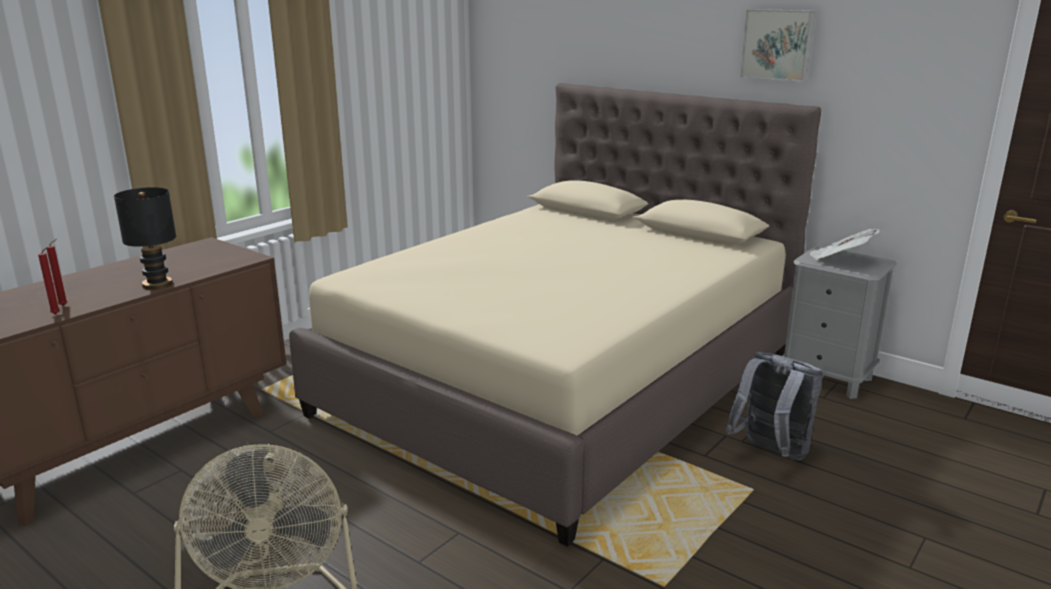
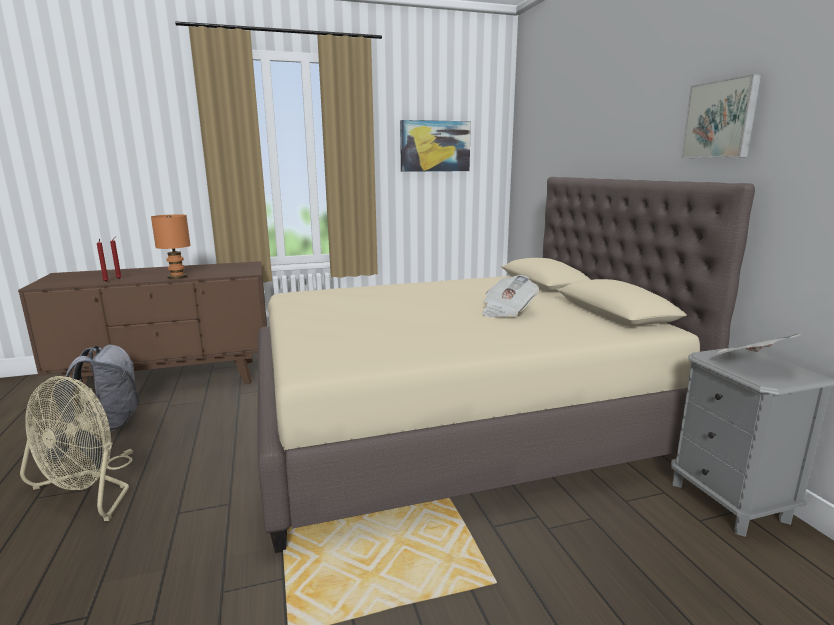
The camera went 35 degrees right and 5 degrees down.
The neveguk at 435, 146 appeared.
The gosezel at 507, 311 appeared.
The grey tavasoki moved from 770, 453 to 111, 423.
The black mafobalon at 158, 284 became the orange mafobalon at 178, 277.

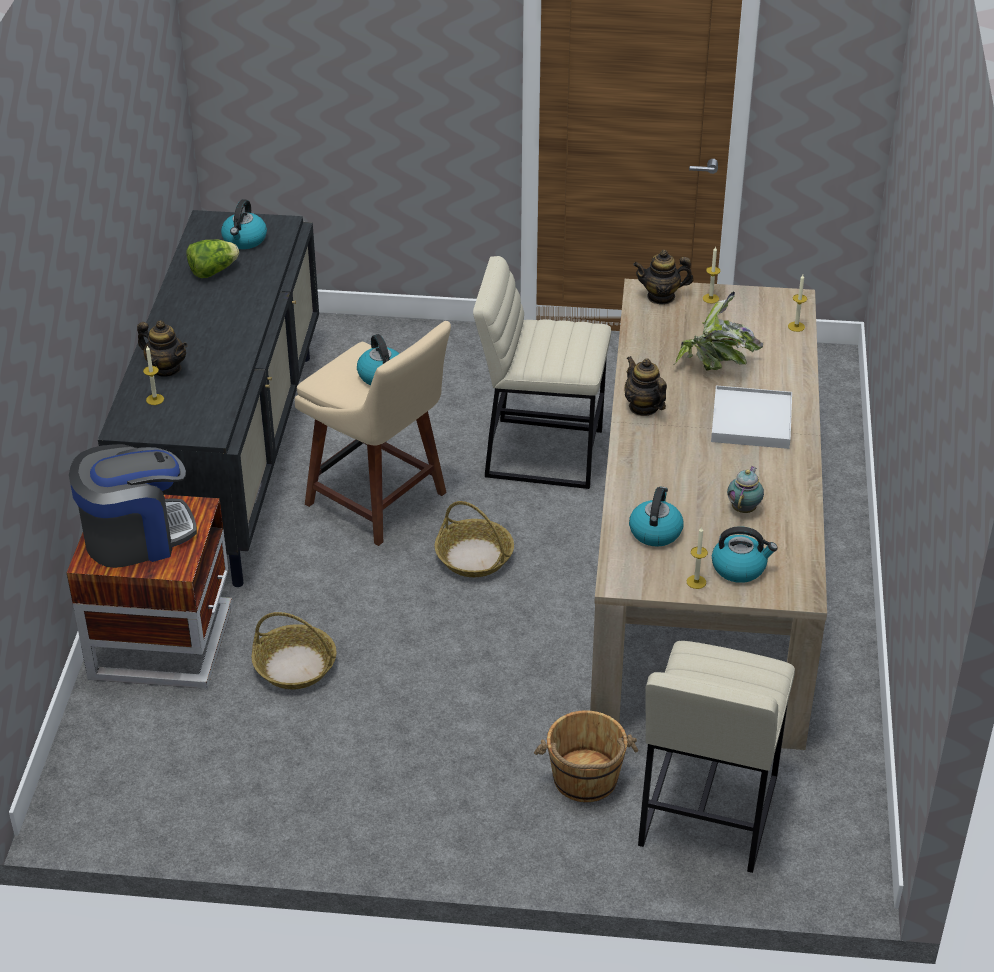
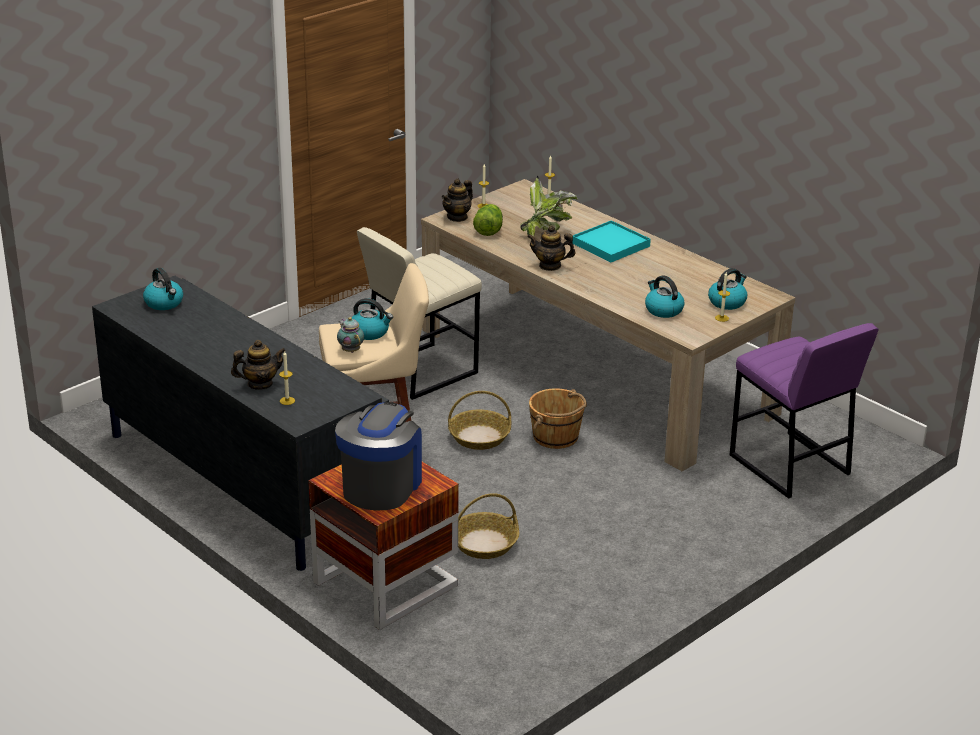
The camera went 50 degrees left and 10 degrees down.
The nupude moved from 213, 271 to 488, 230.
The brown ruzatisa moved from 585, 779 to 556, 437.
The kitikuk moved from 744, 508 to 350, 350.
The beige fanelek at 707, 814 became the purple fanelek at 791, 466.
The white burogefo at 751, 421 became the turquoise burogefo at 611, 245.

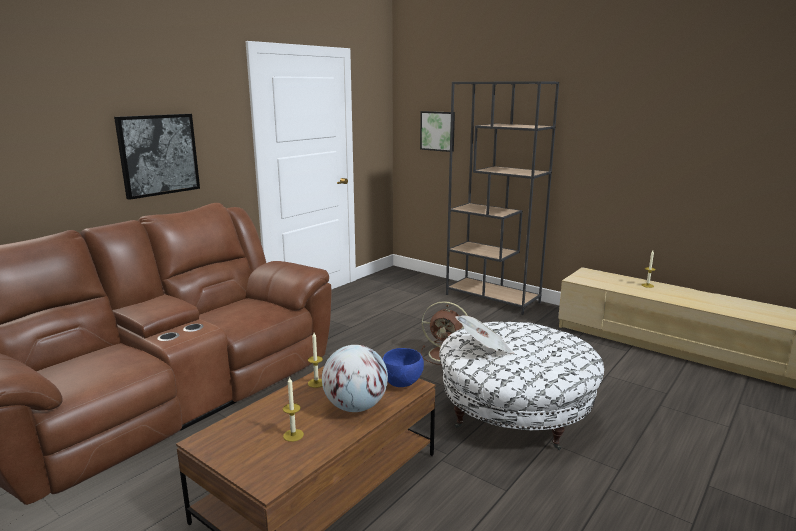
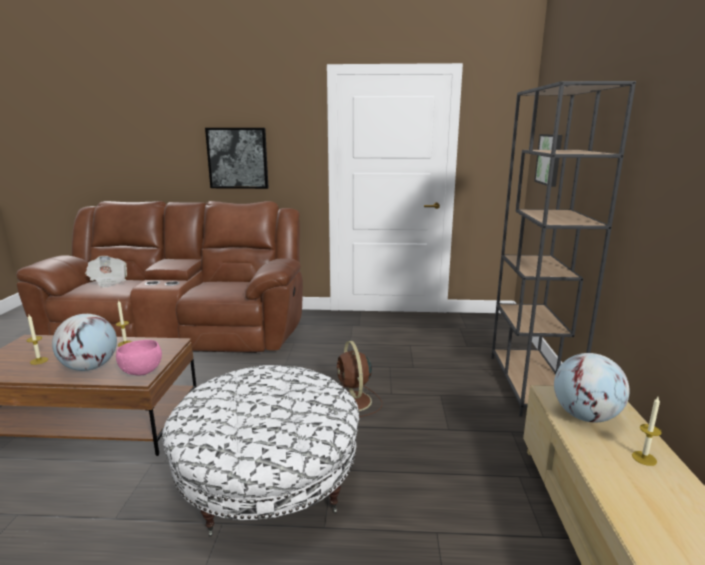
The camera went 55 degrees right and 0 degrees up.
The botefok at 585, 416 appeared.
The gosezel moved from 484, 348 to 108, 281.
The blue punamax at 402, 383 became the pink punamax at 142, 372.

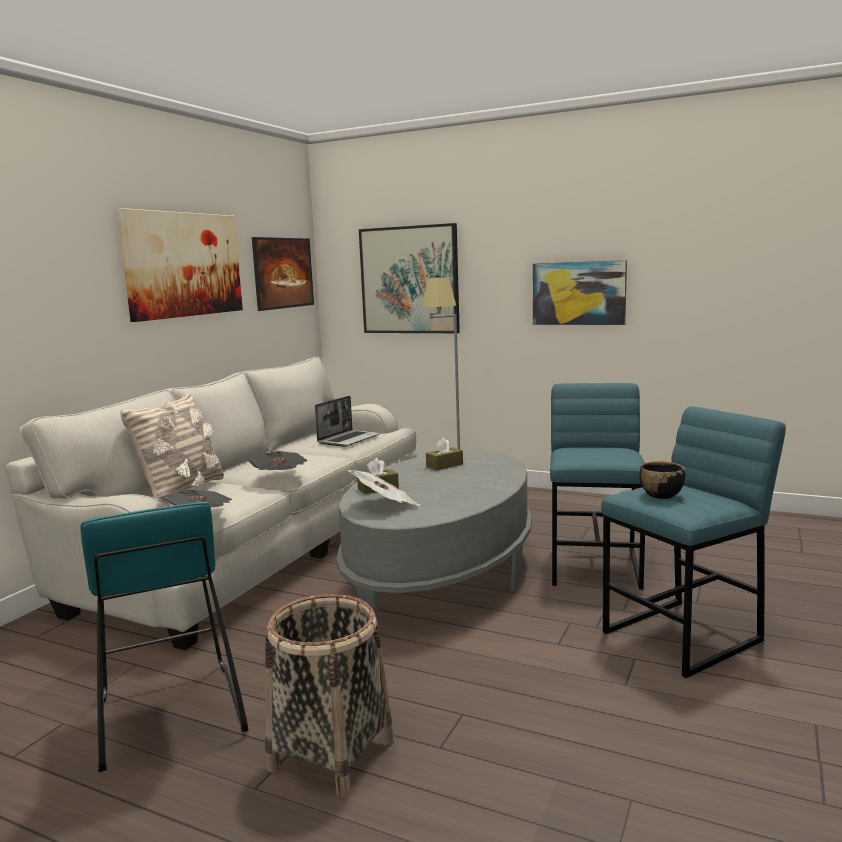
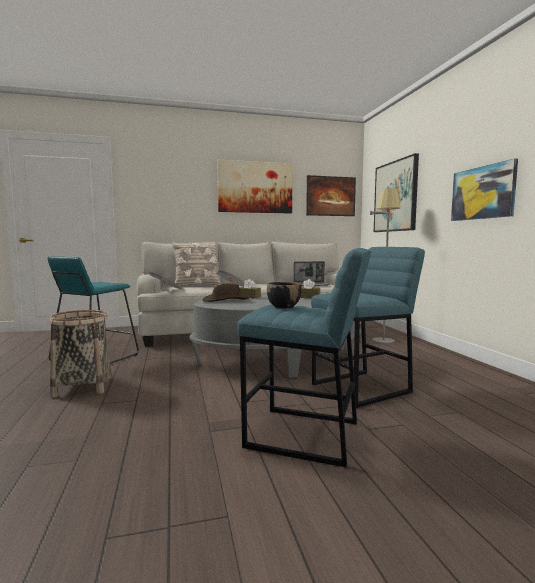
The camera went 50 degrees right and 5 degrees down.
The gosezel at 386, 505 was replaced by the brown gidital at 226, 300.

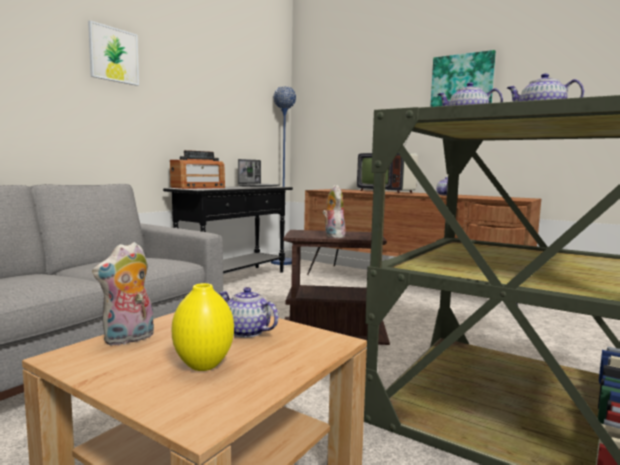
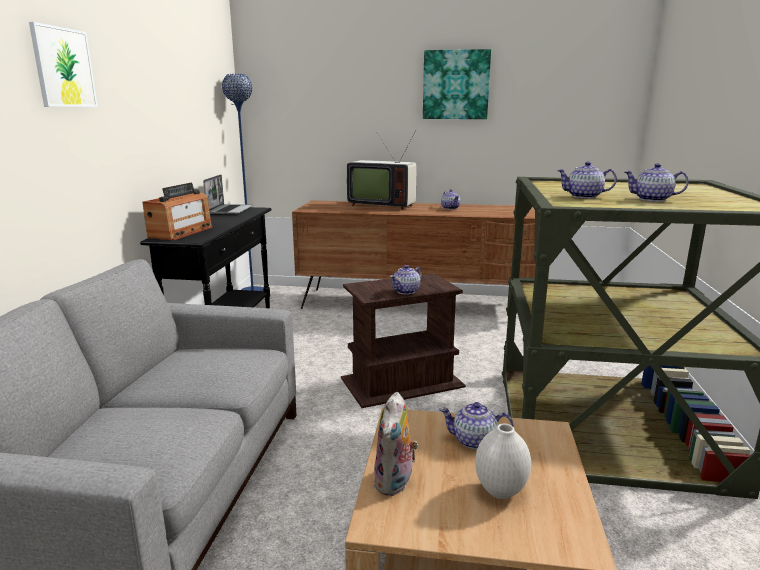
The camera went 25 degrees left and 10 degrees up.
The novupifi at 333, 236 was replaced by the kitikuk at 406, 291.
The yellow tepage at 204, 365 became the white tepage at 501, 491.

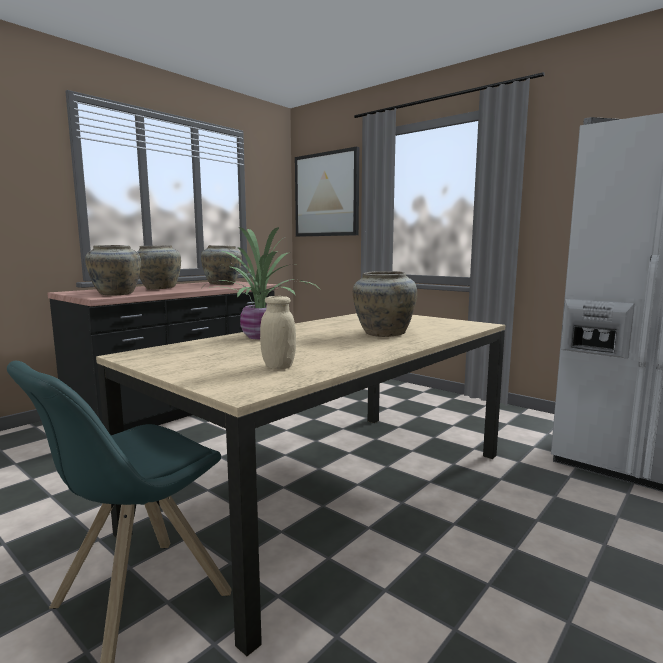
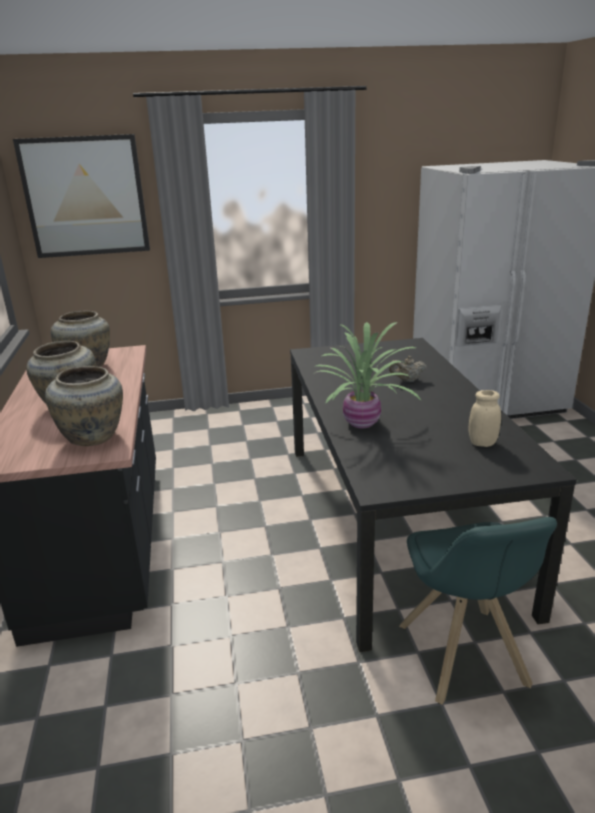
The camera went 50 degrees left and 15 degrees up.
The beige tepage at 383, 334 was replaced by the beige kitikuk at 407, 380.
The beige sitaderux at 335, 488 became the black sitaderux at 394, 519.

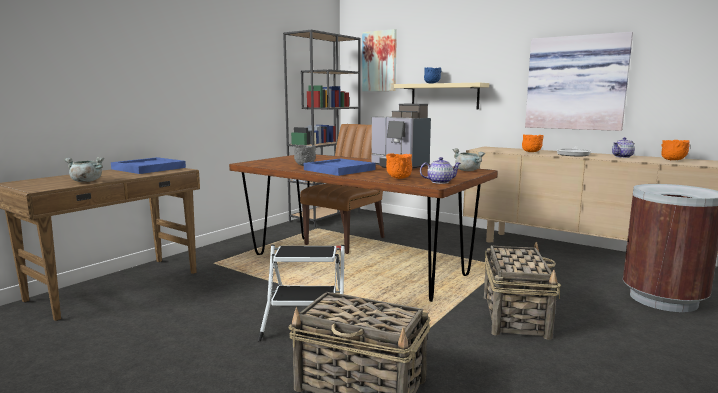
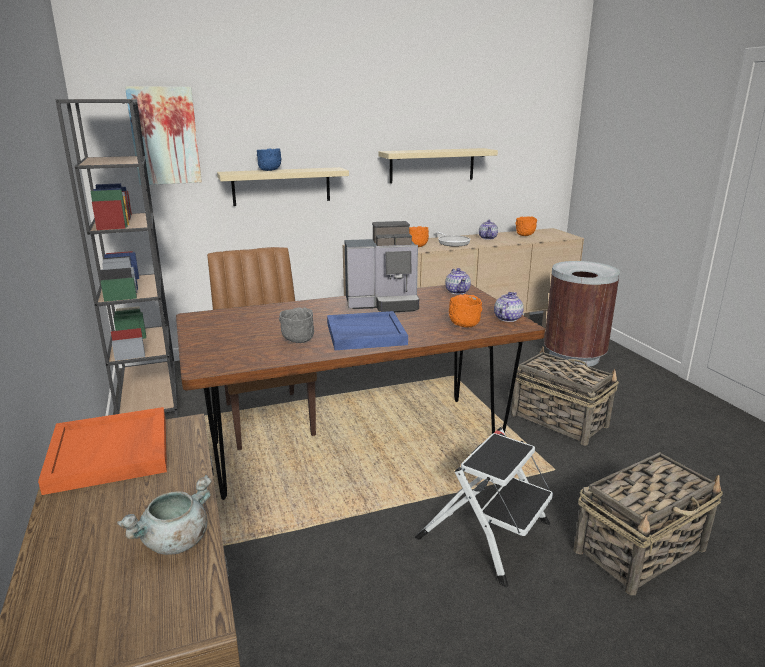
The camera went 55 degrees left and 10 degrees up.
The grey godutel at 468, 171 was replaced by the kitikuk at 457, 291.
The neveguk at 576, 83 was replaced by the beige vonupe at 432, 165.
The blue burogefo at 148, 168 became the orange burogefo at 111, 453.

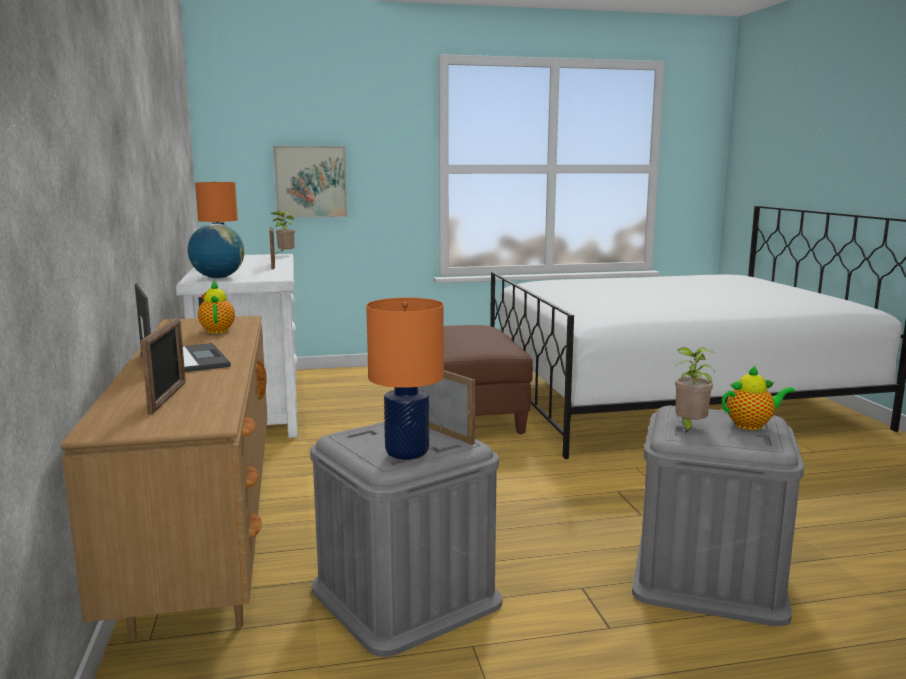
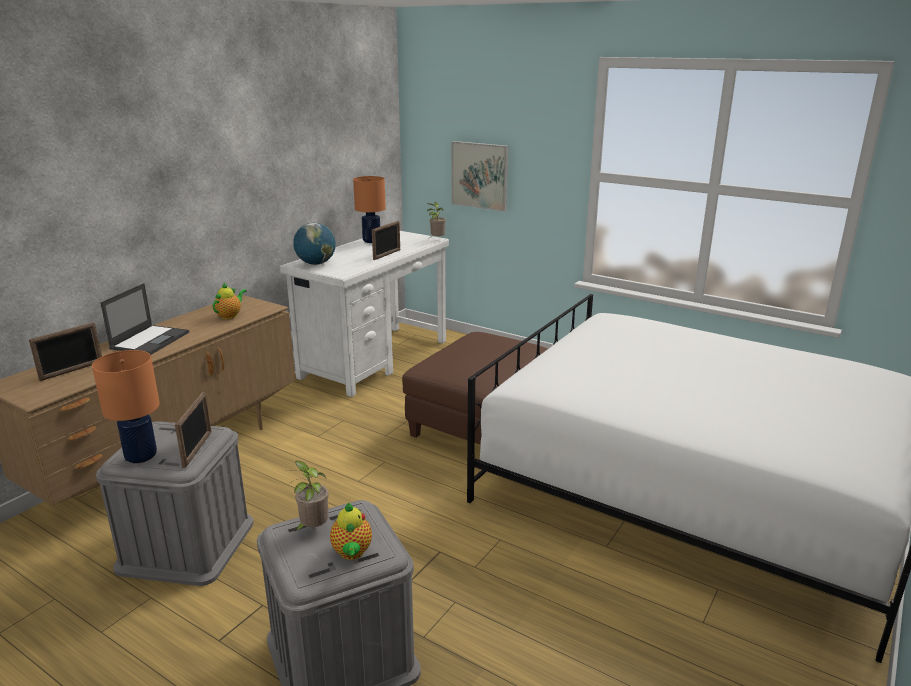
The camera went 45 degrees right and 10 degrees up.
The kitikuk at 751, 425 turned 45 degrees clockwise.

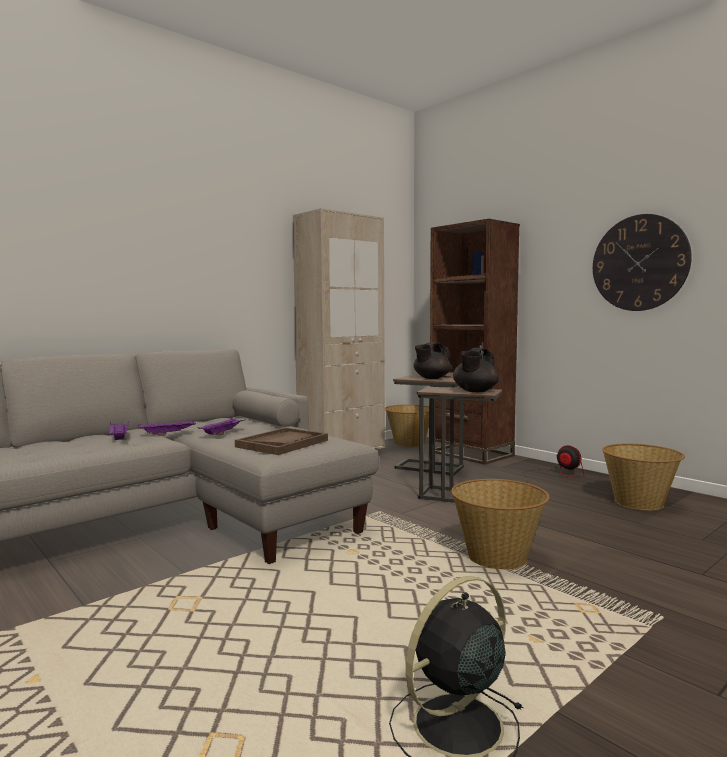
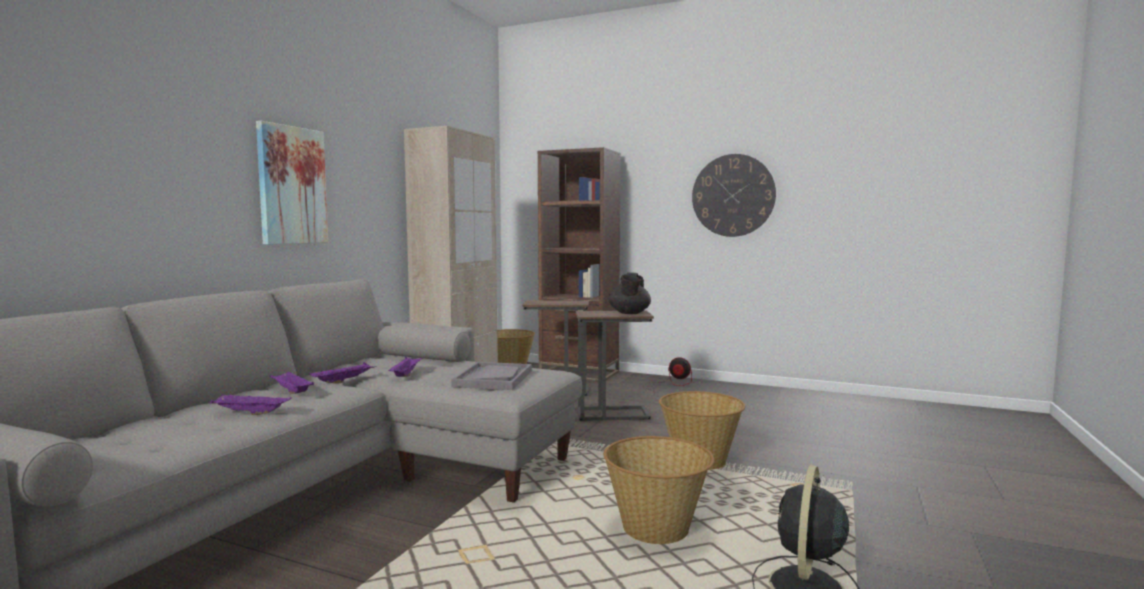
The camera went 25 degrees left and 0 degrees up.
The black kitikuk at 431, 378 disappeared.
The purple burogefo at 250, 413 appeared.
The neveguk at 291, 185 appeared.
The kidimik moved from 640, 503 to 657, 528.
The brown burogefo at 282, 443 became the grey burogefo at 493, 378.

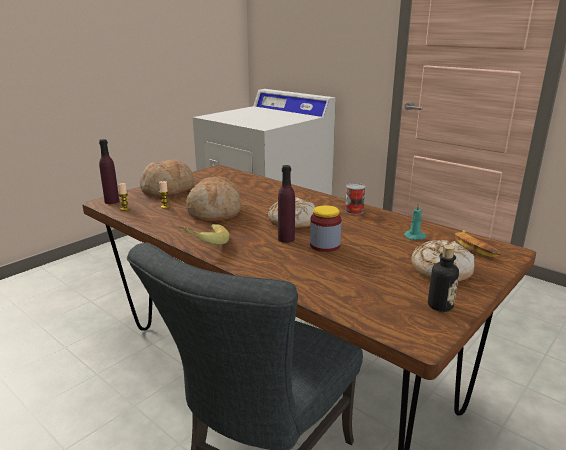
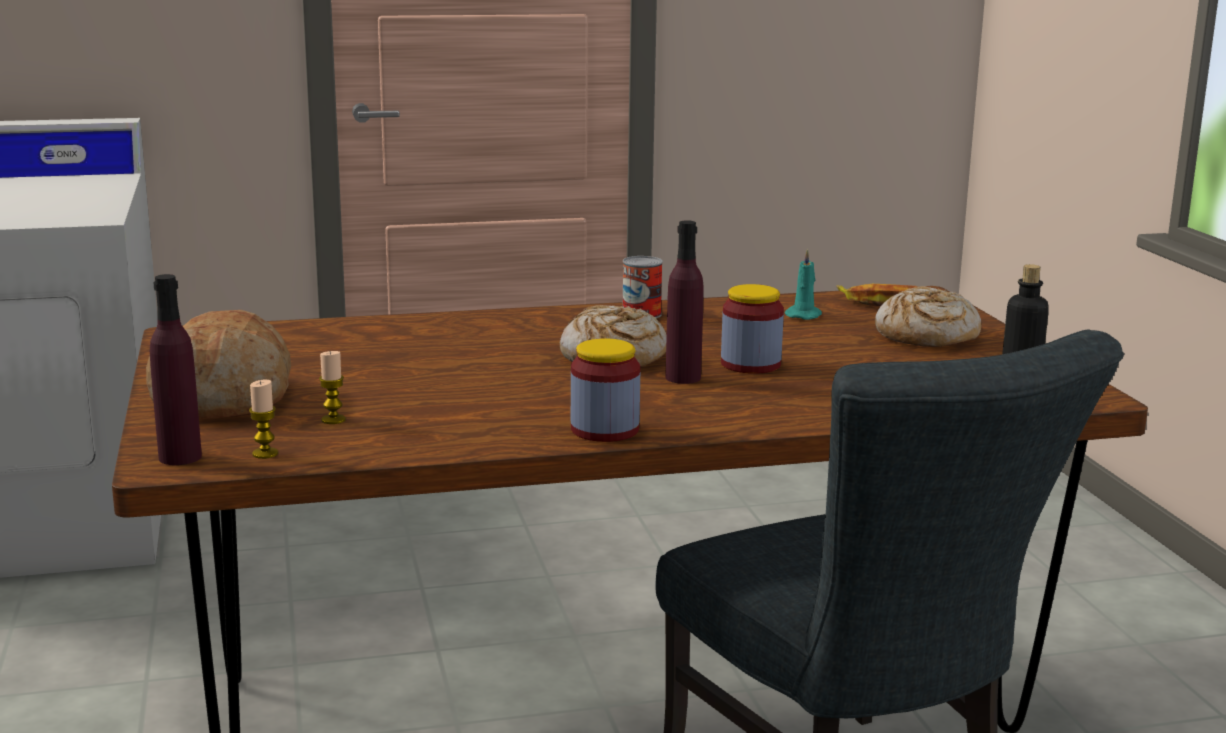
The camera went 55 degrees left and 5 degrees down.
The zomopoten at 215, 211 disappeared.
The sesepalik at 204, 243 was replaced by the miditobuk at 604, 430.

